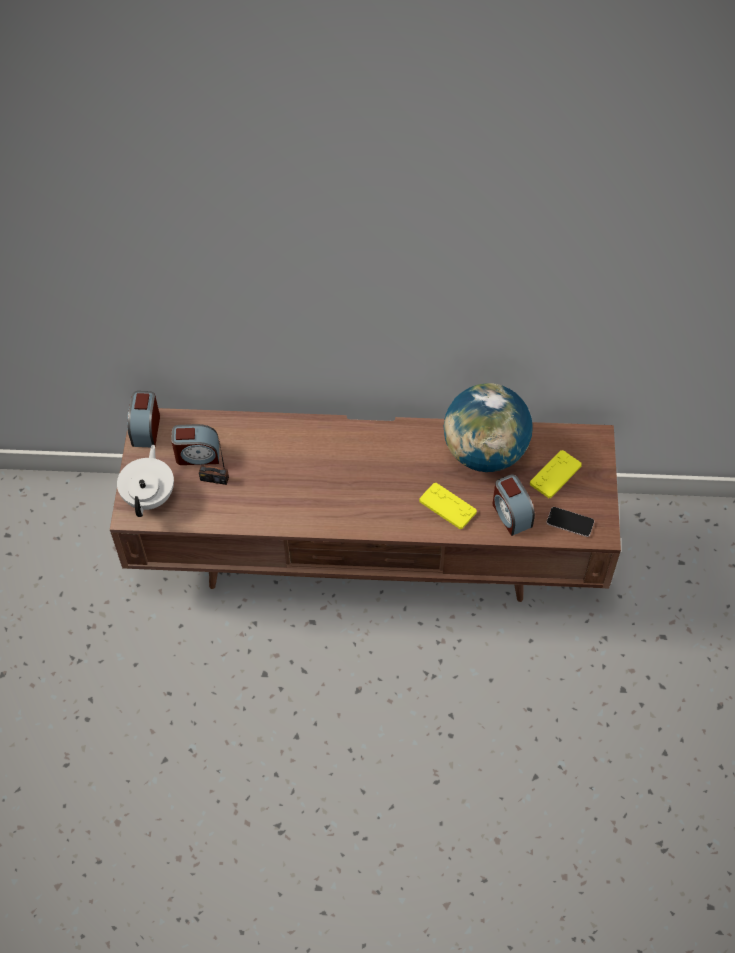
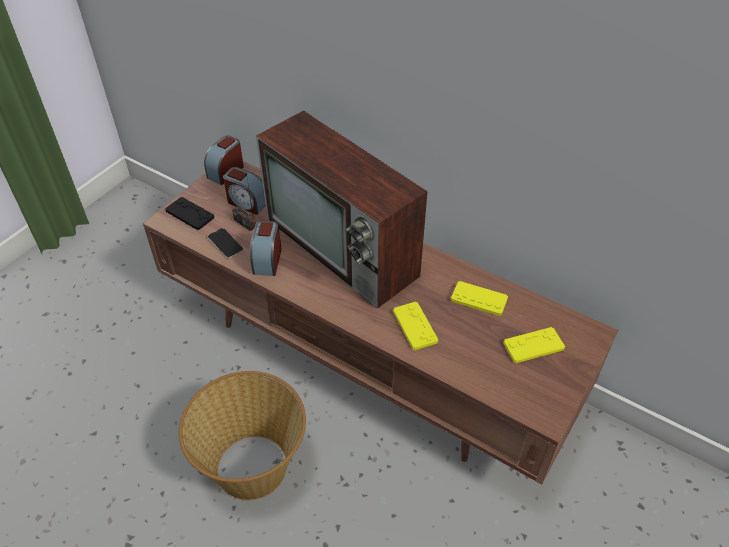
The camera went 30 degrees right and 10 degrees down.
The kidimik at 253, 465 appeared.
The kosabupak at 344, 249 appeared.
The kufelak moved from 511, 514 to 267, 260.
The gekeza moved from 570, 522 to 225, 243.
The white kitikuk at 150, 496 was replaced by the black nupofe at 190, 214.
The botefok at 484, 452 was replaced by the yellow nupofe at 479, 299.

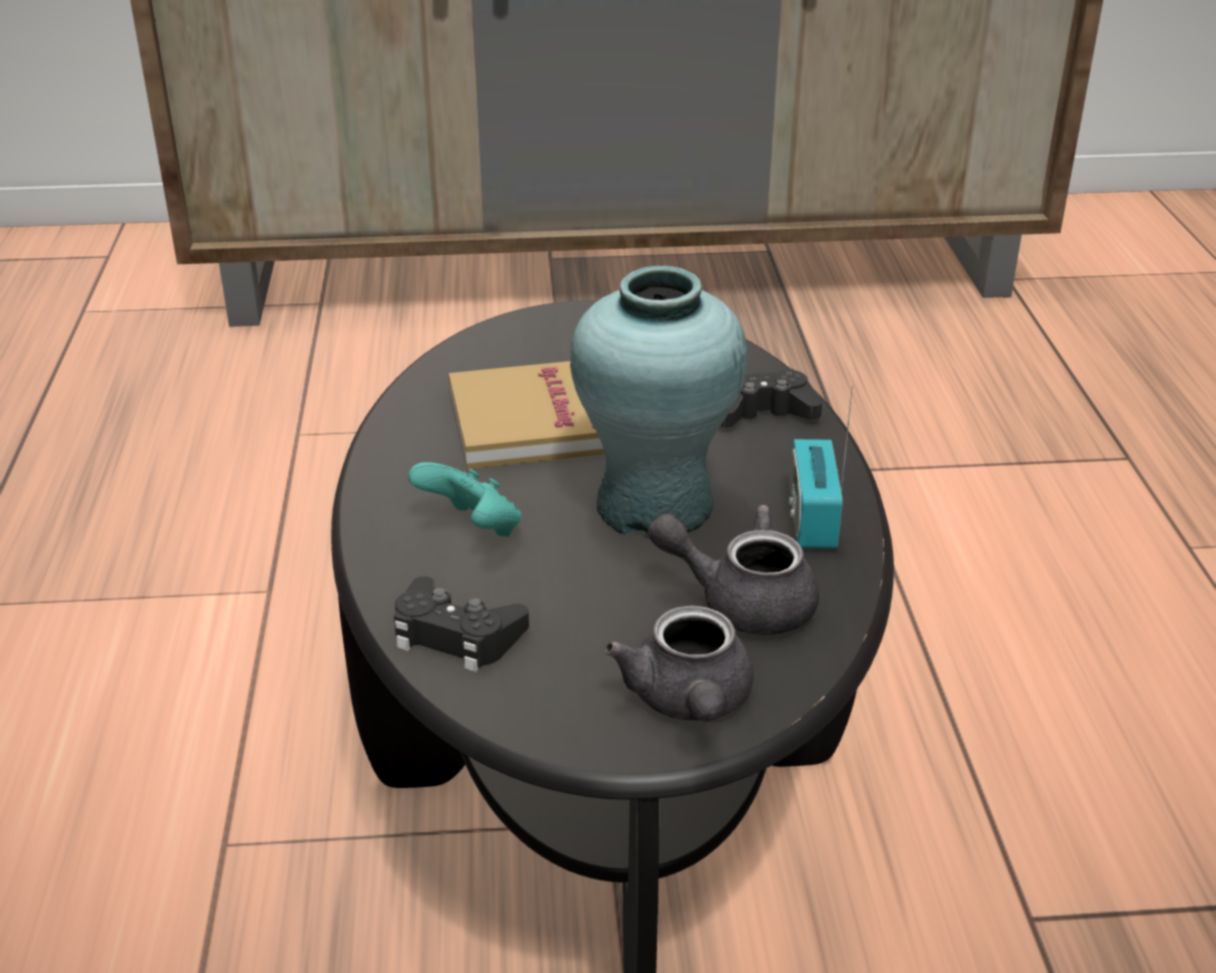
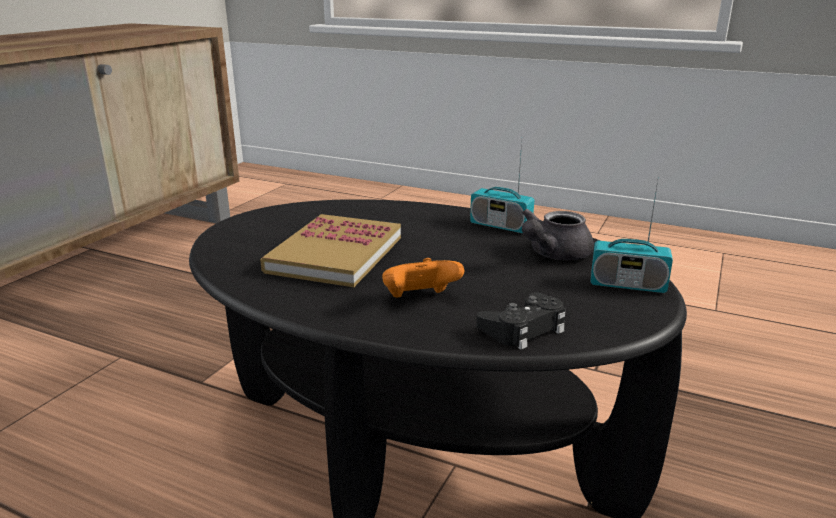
The camera went 60 degrees left and 10 degrees down.
The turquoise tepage at 656, 506 disappeared.
The black nupofe at 762, 412 disappeared.
The grey kitikuk at 689, 702 was replaced by the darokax at 627, 285.
The turquoise nupofe at 472, 529 became the orange nupofe at 420, 300.

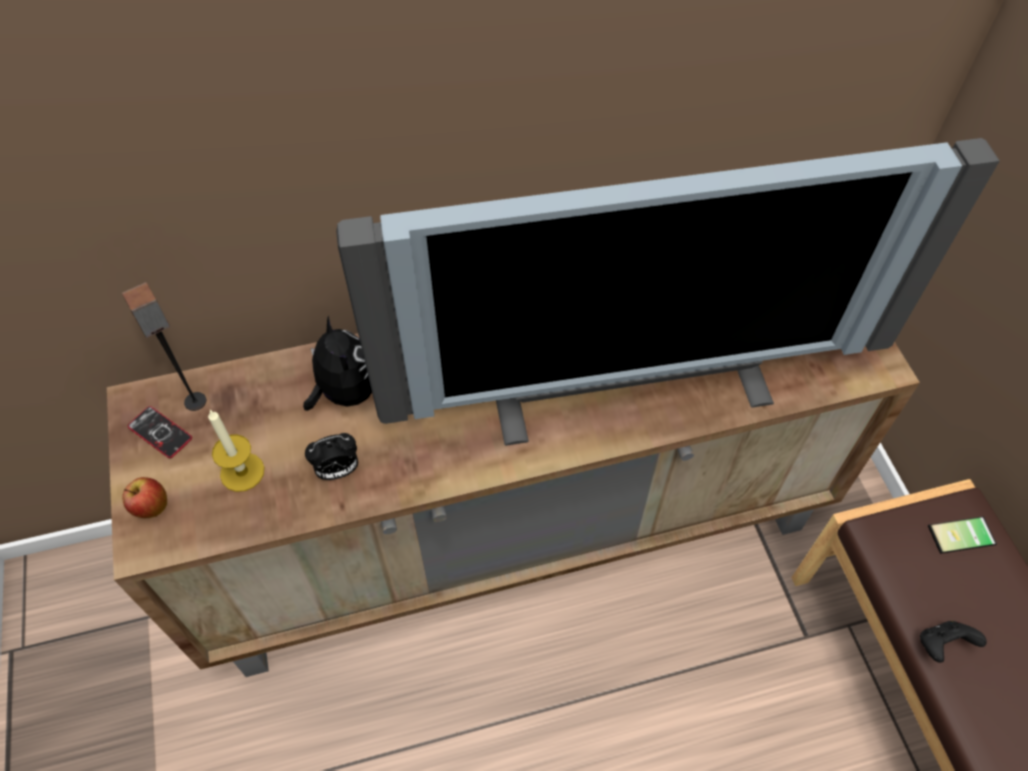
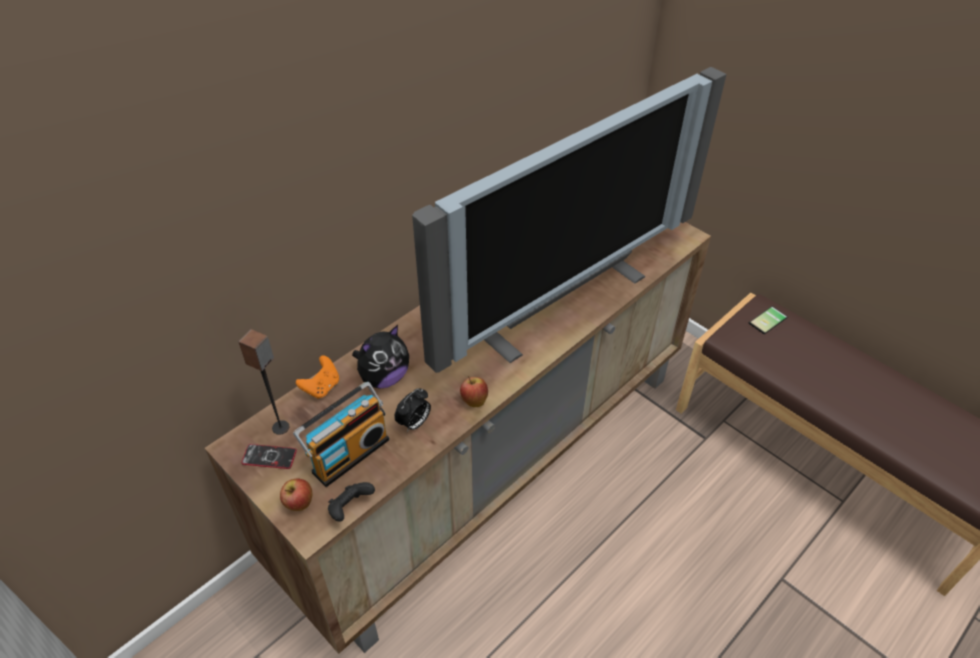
The camera went 30 degrees left and 10 degrees down.
The orange nupofe at 322, 387 appeared.
The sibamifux at 474, 400 appeared.
The black nupofe moved from 941, 645 to 350, 508.
The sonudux at 242, 472 was replaced by the darokax at 348, 453.
The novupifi at 345, 392 turned 105 degrees clockwise.

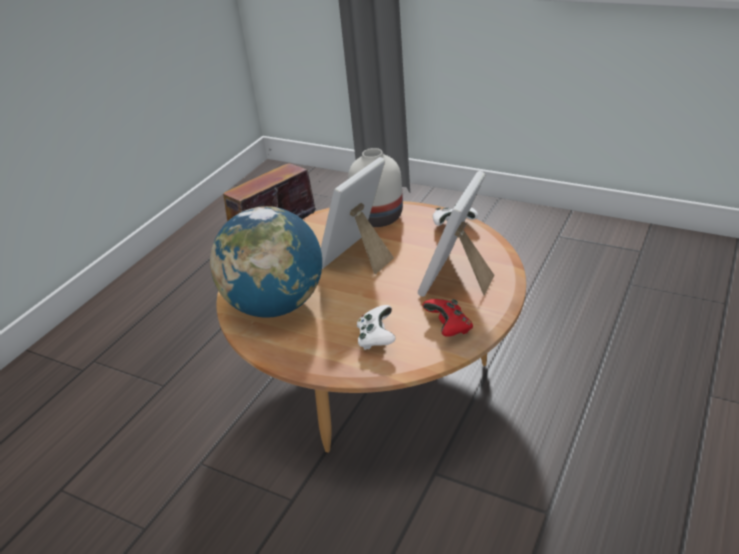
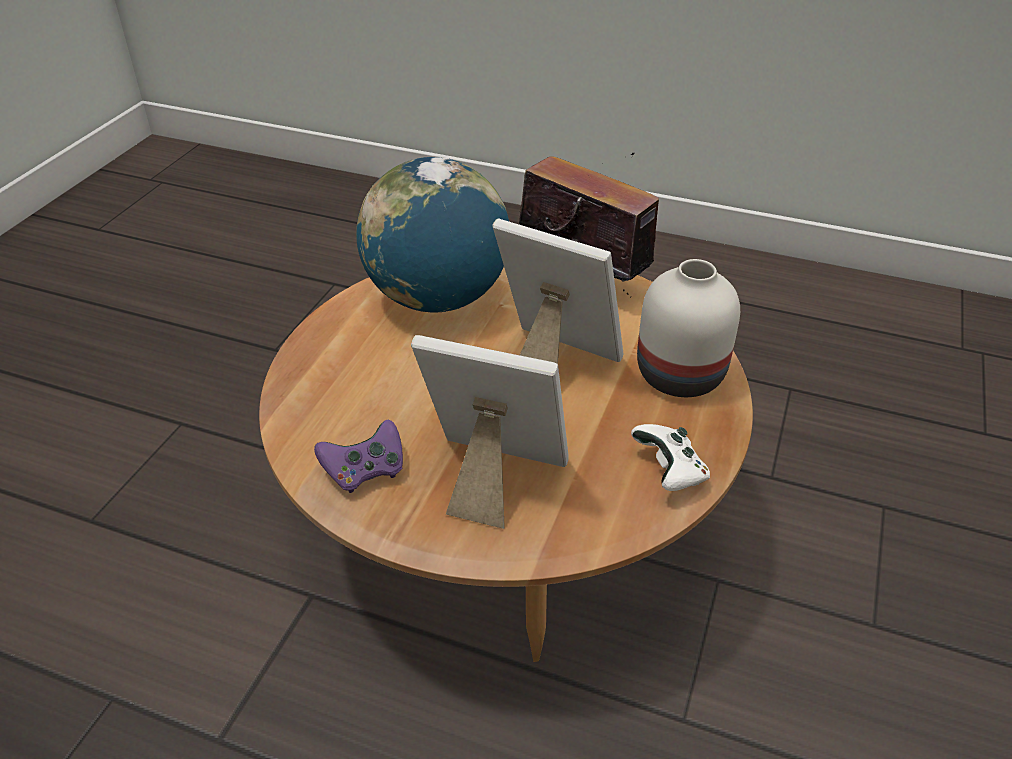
The camera went 80 degrees right and 5 degrees up.
The white nupofe at 376, 338 disappeared.
The red nupofe at 449, 328 became the purple nupofe at 365, 472.

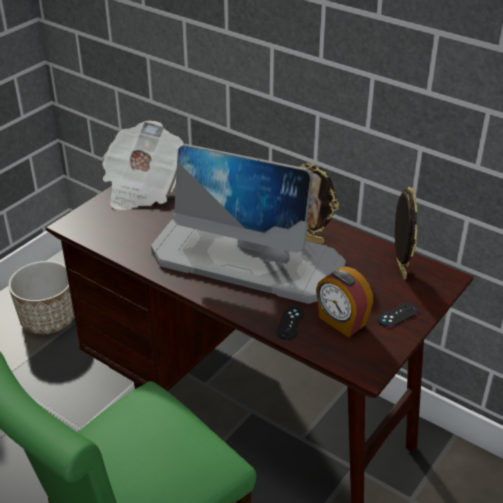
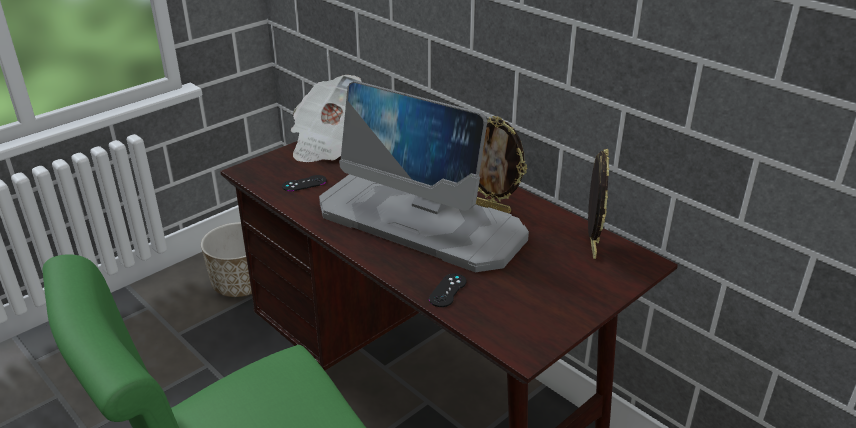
The camera went 10 degrees right and 5 degrees down.
The kufelak at 341, 322 disappeared.
The black nupofe moved from 397, 315 to 304, 183.

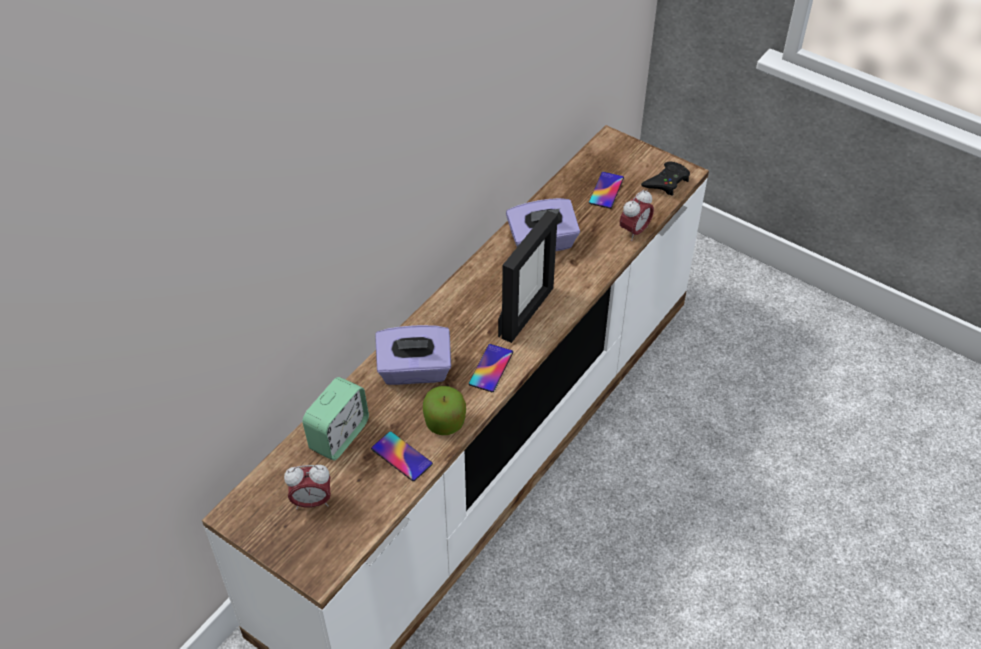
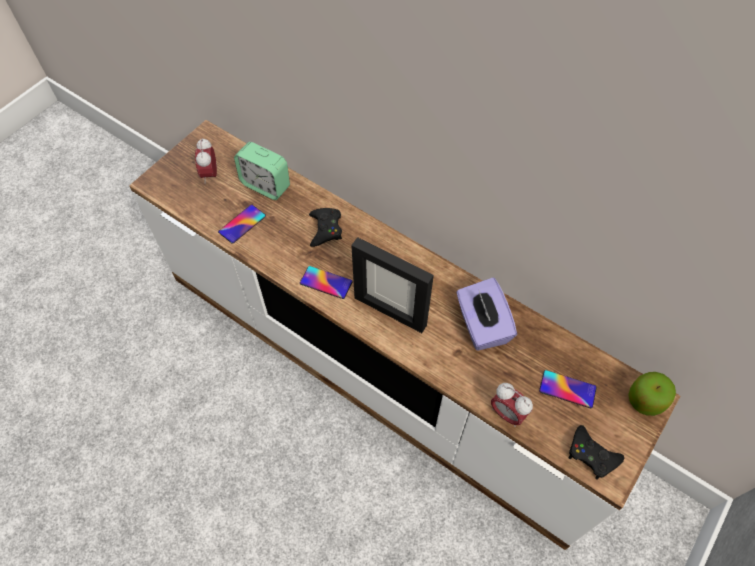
The camera went 90 degrees right and 10 degrees up.
The sibamifux moved from 445, 422 to 645, 400.
The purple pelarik at 414, 371 was replaced by the black nupofe at 325, 229.

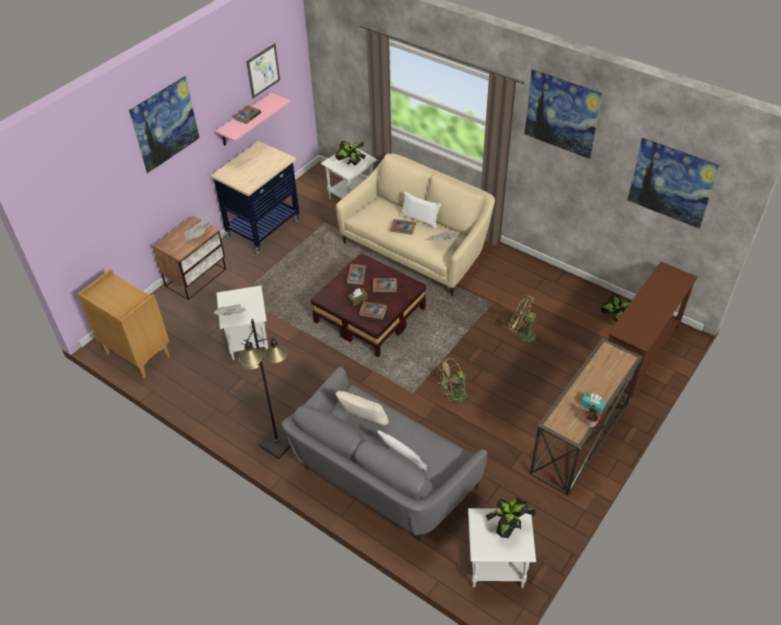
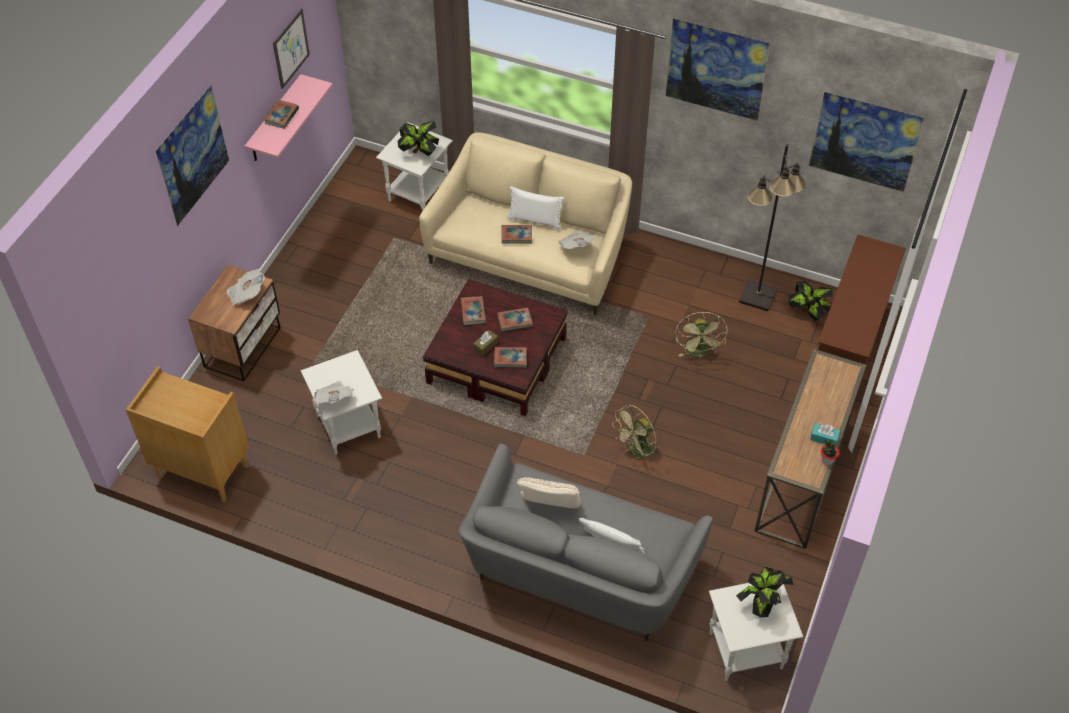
The camera went 15 degrees left and 5 degrees up.
The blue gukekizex at 263, 228 disappeared.
The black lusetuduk moved from 277, 443 to 757, 296.
The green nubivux at 522, 335 turned 105 degrees counterclockwise.

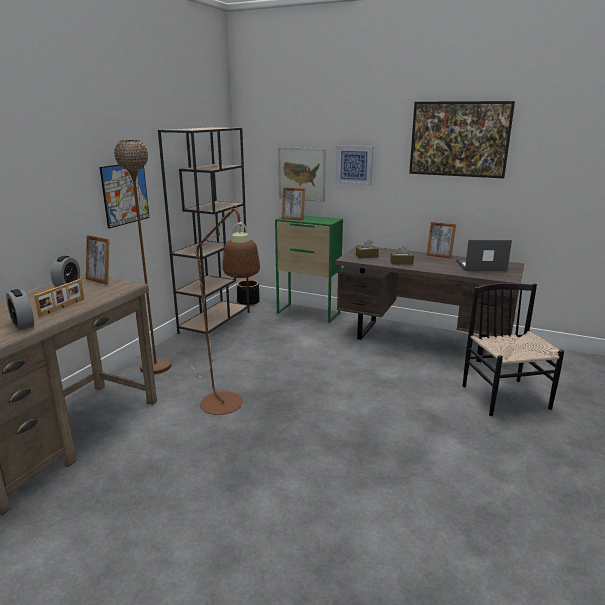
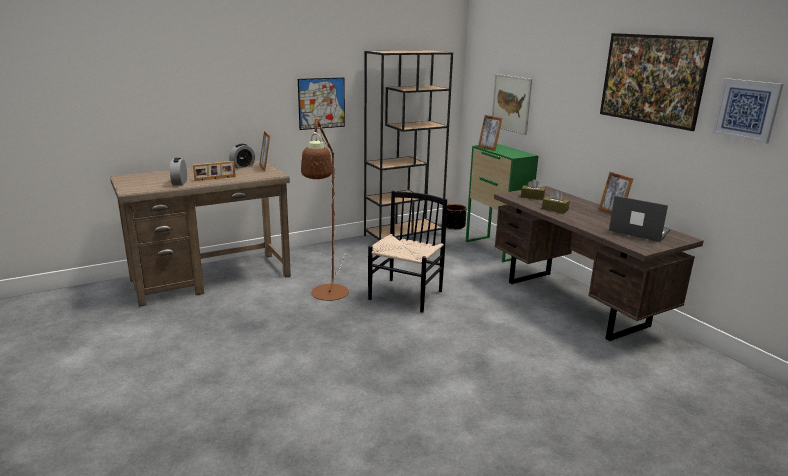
The camera went 35 degrees right and 0 degrees up.
The brown lusetuduk at 155, 366 disappeared.
The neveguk moved from 354, 165 to 746, 110.
The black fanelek moved from 503, 395 to 407, 294.

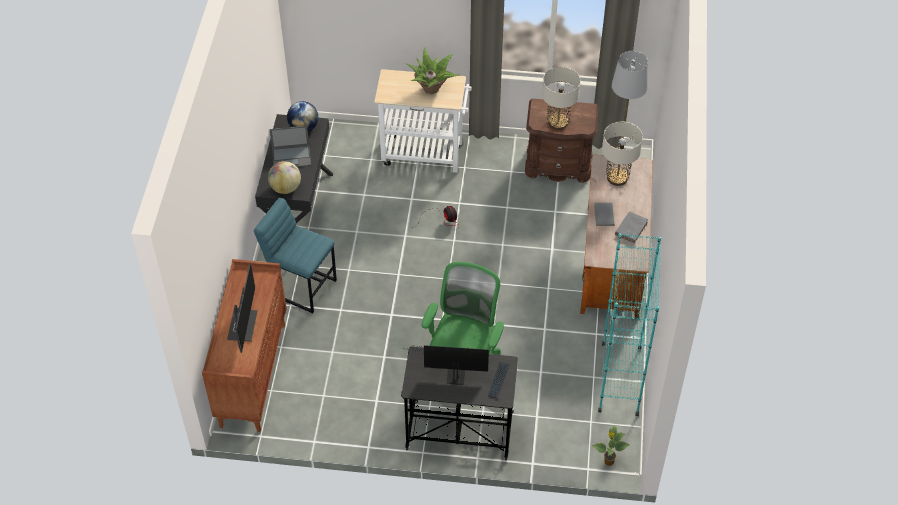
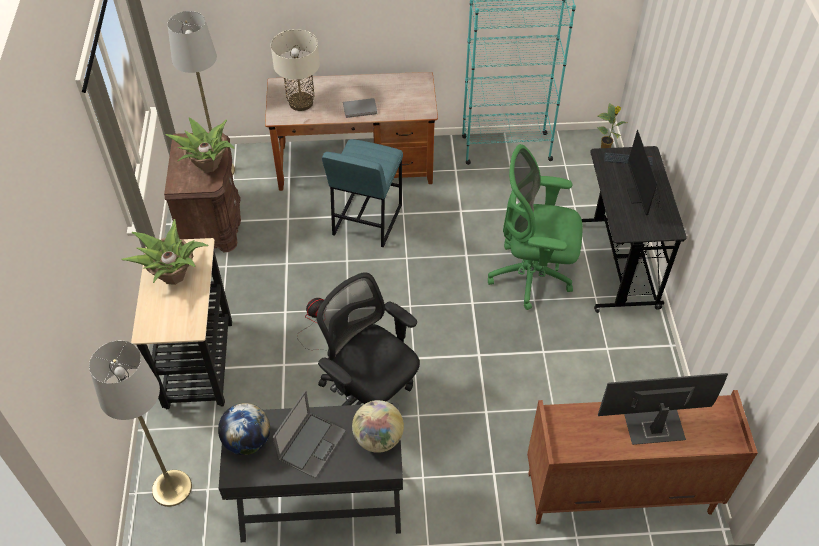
The camera went 100 degrees left and 0 degrees up.
The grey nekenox at 631, 228 disappeared.
The grey lusetuduk at 172, 488 appeared.
The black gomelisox at 371, 399 appeared.
The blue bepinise moved from 301, 286 to 367, 221.
The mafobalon at 558, 122 was replaced by the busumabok at 208, 164.
The white gukekizex at 424, 154 became the black gukekizex at 199, 363.
The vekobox at 292, 156 turned 45 degrees clockwise.

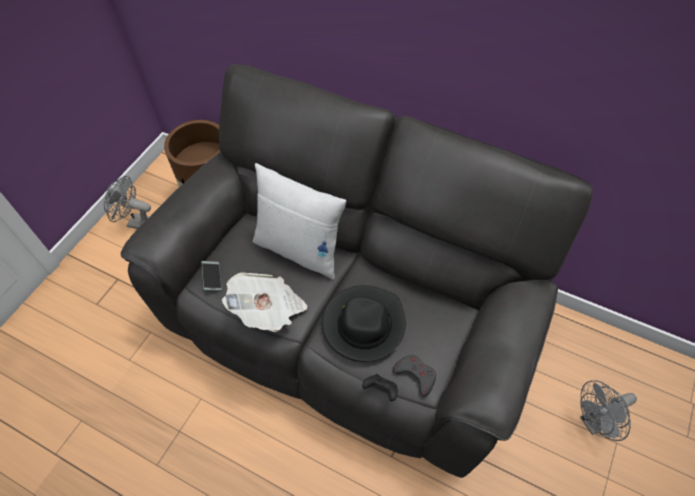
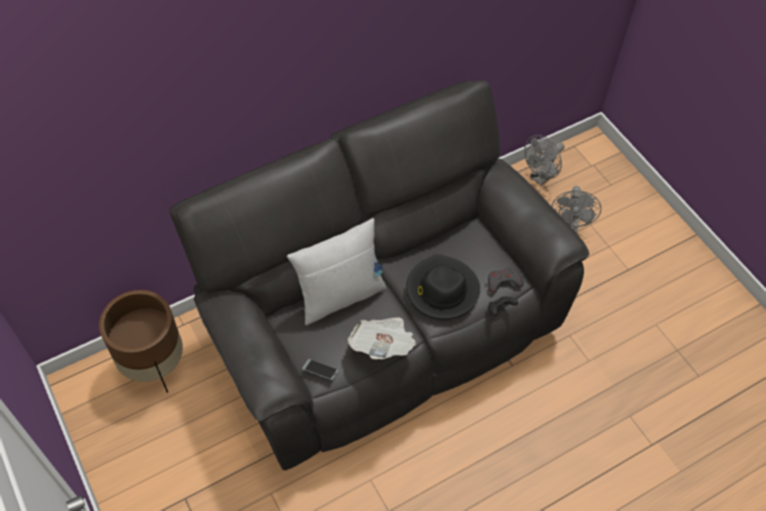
The camera went 60 degrees left and 0 degrees up.
The grey nubivux moved from 137, 223 to 541, 177.

